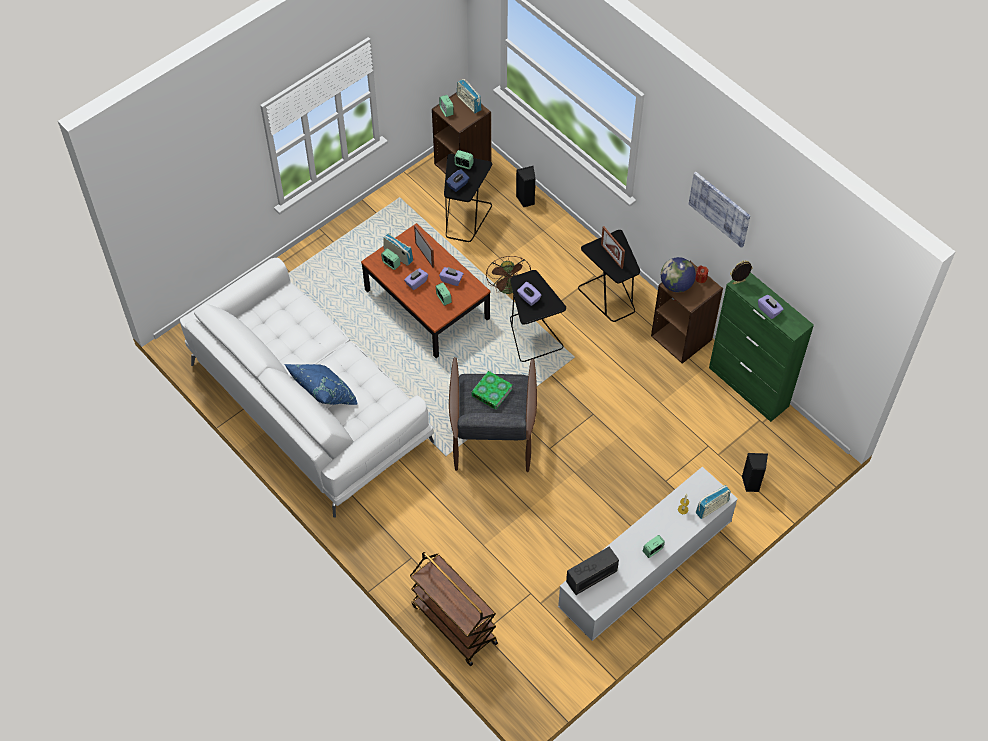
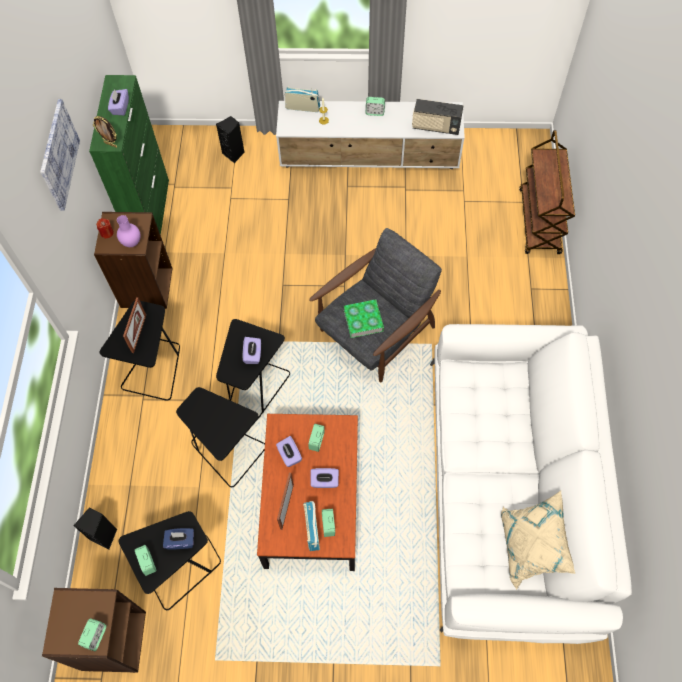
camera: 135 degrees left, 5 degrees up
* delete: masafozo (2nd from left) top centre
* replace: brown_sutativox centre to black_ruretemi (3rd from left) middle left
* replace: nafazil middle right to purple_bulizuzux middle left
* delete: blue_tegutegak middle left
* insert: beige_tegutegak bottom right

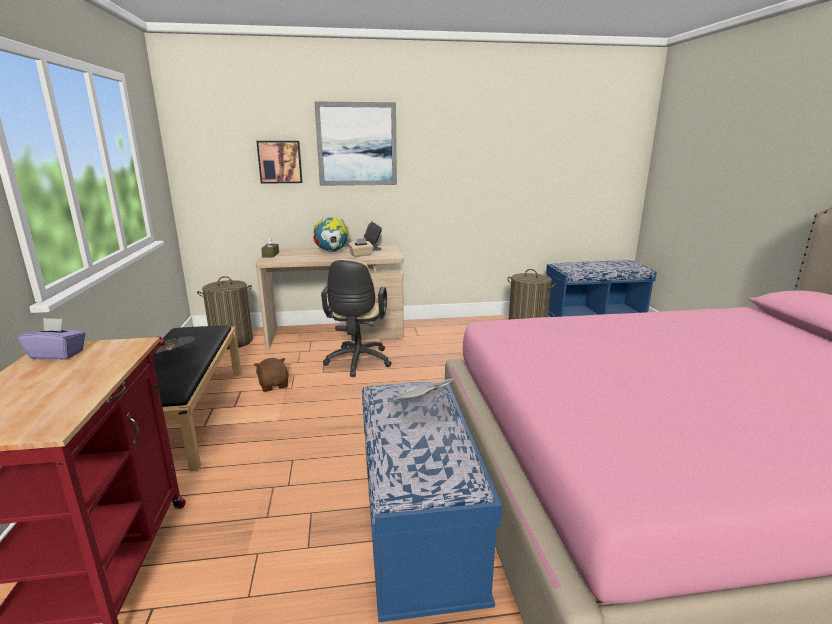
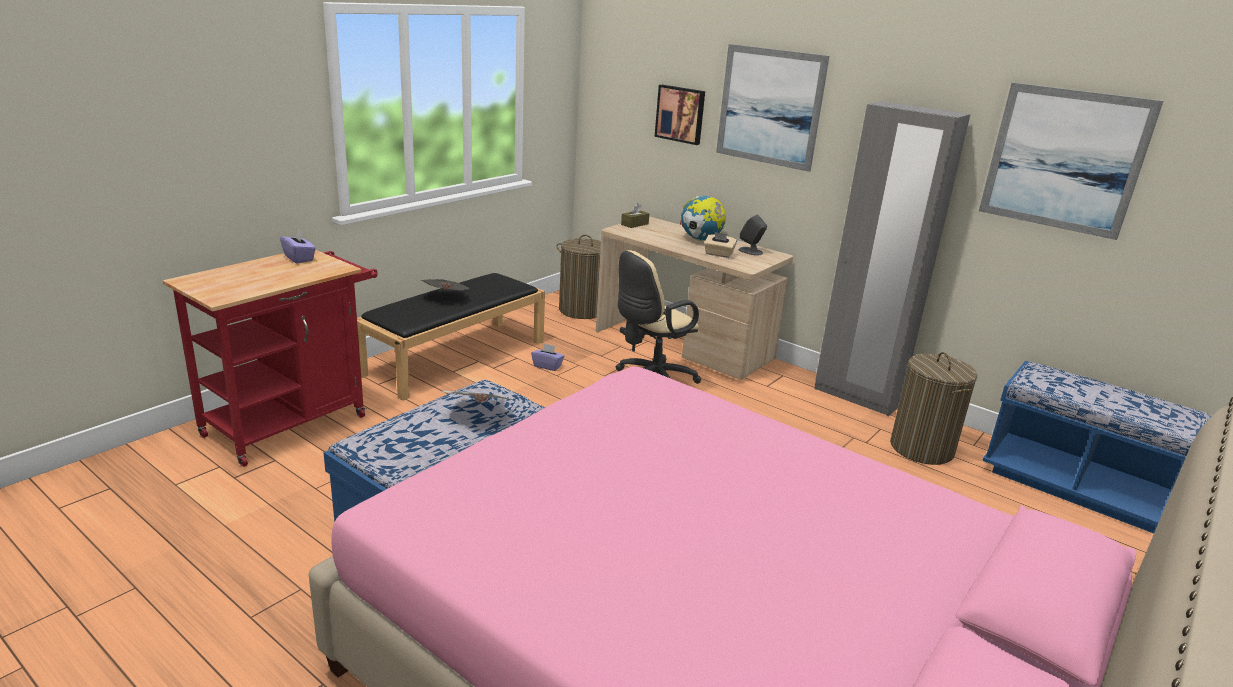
camera: 45 degrees right, 5 degrees up
* replace: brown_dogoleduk middle left to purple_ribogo (2nd from left) centre
* insert: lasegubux (3rd from left) top right
* insert: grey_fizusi middle right

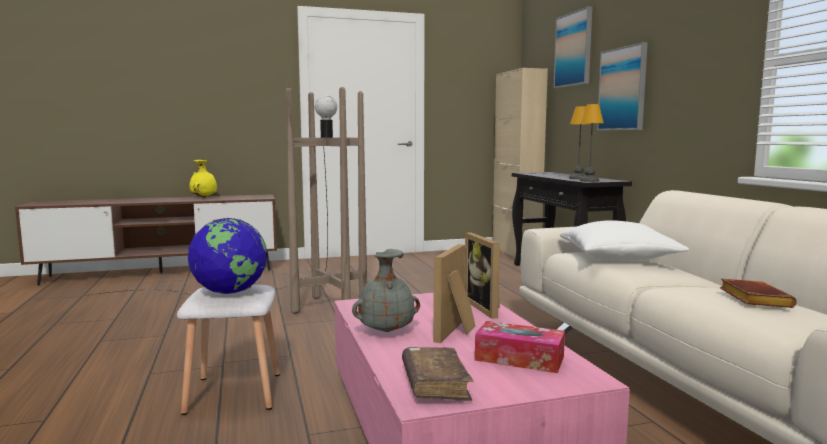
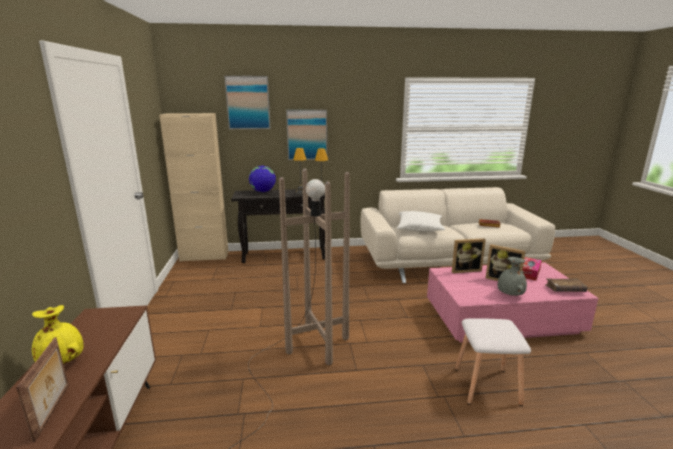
camera: 80 degrees left, 10 degrees up
* move: nafazil middle left to centre
* insert: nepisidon (1st from left) bottom left

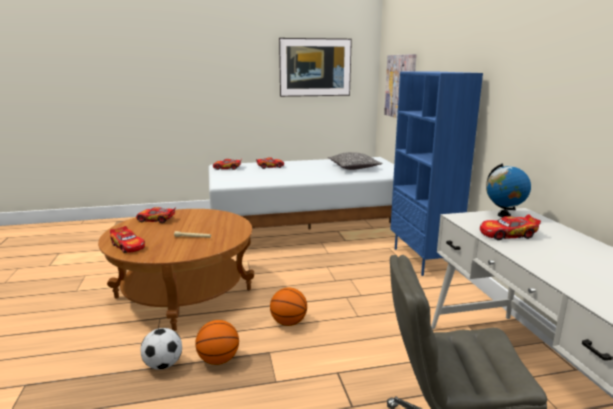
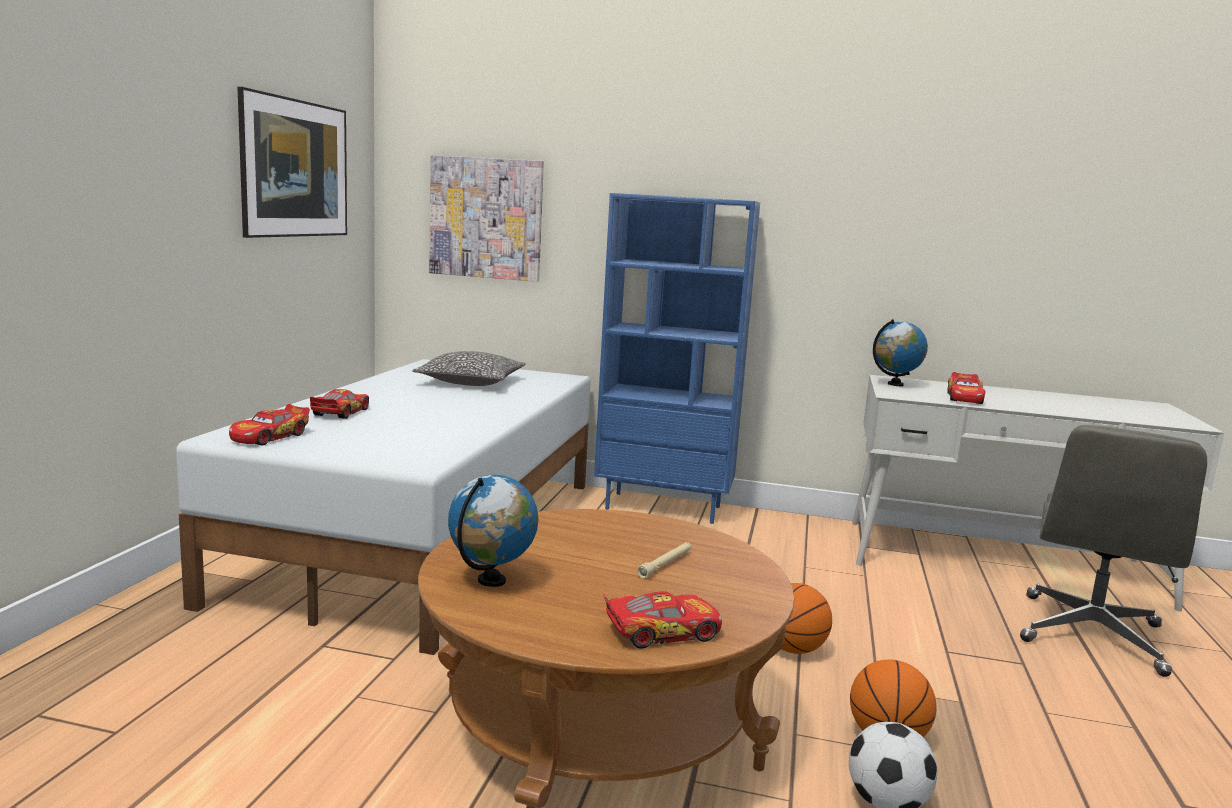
camera: 65 degrees left, 5 degrees down
* replace: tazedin (2nd from left) middle left to nafazil (1st from left) centre

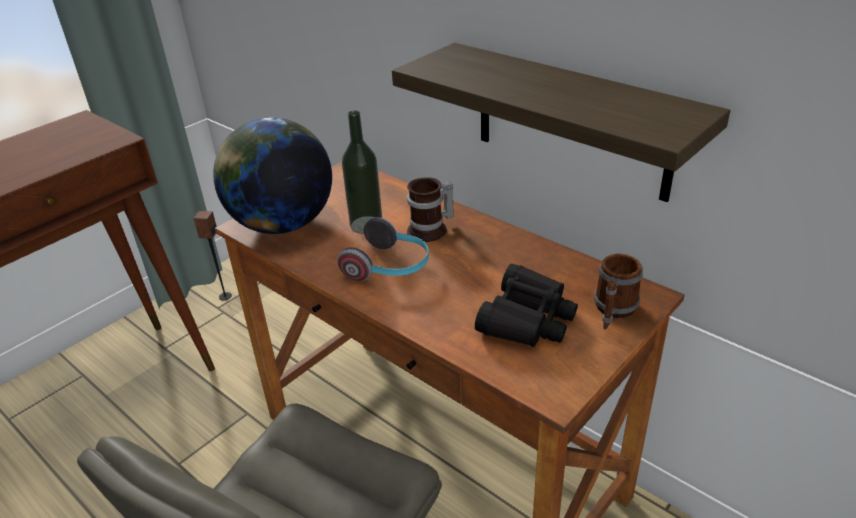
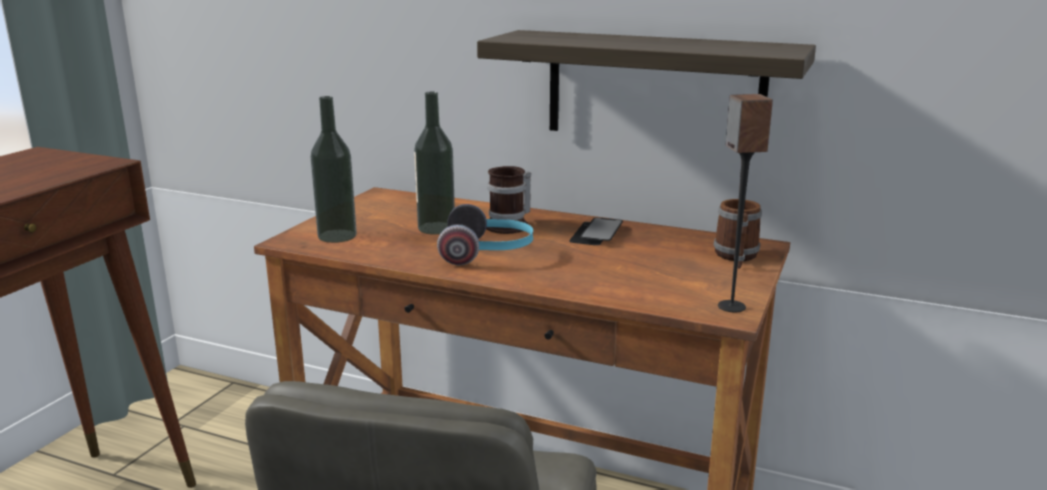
camera: 20 degrees left, 15 degrees down
* replace: nafazil middle left to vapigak (1st from left) middle left
* move: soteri middle left to middle right
* delete: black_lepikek centre
* insert: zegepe centre

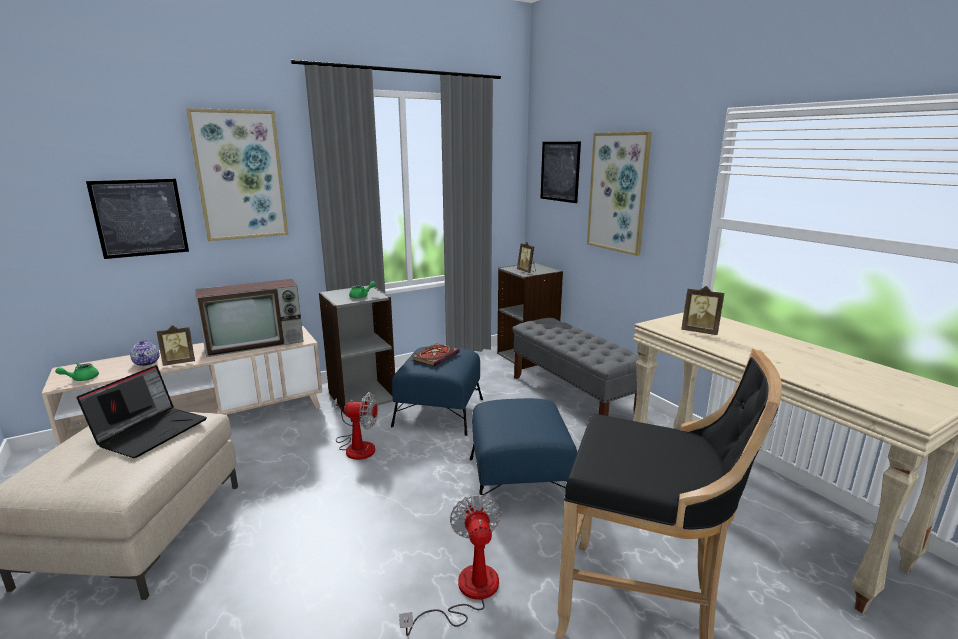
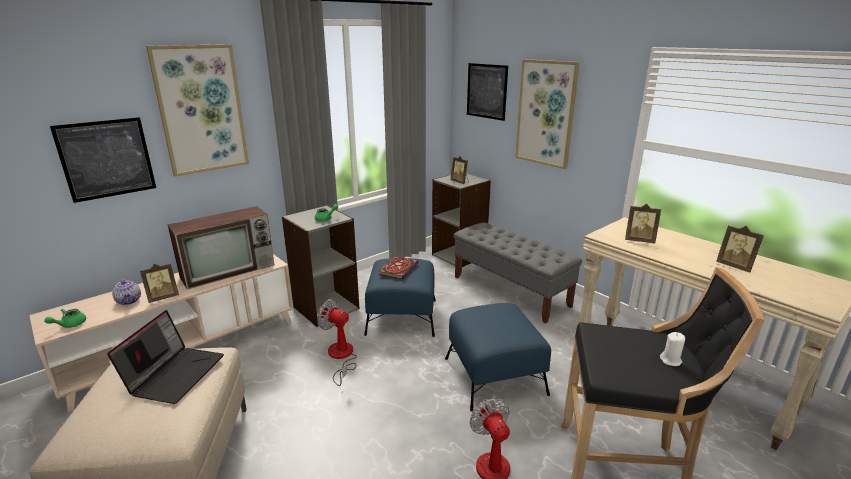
camera: 10 degrees left, 5 degrees up
* rotate: sutativox (1st from left) bottom centre = bottom centre 150 degrees counterclockwise
* insert: nepisidon (4th from left) middle right
* insert: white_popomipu bottom right

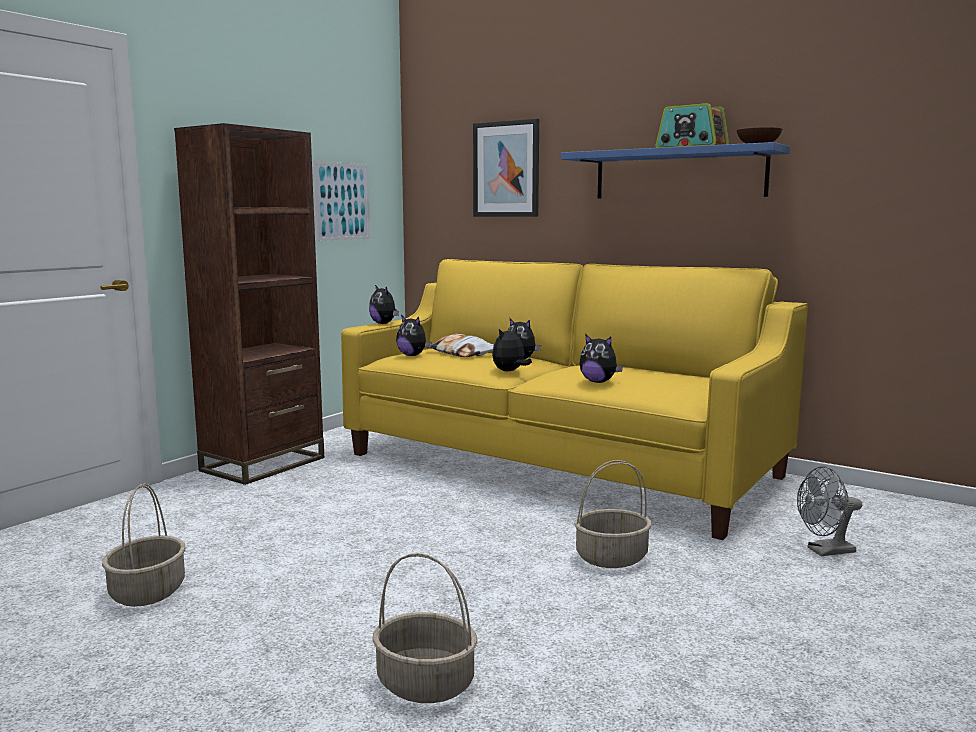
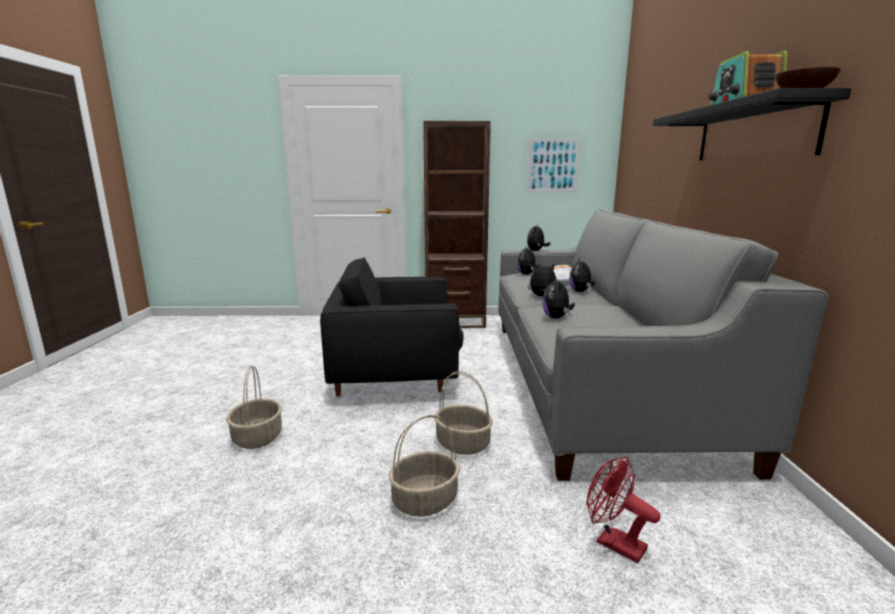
camera: 55 degrees right, 5 degrees up
* delete: lasegubux (2nd from left) top centre
* recolor: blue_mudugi top right to black_mudugi top right
* recolor: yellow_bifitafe centre to grey_bifitafe middle right
* recolor: grey_sutativox bottom right to red_sutativox bottom right
* move: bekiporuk (1st from left in the first image) bottom left to bekiporuk (2nd from left) bottom centre
* insert: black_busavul centre

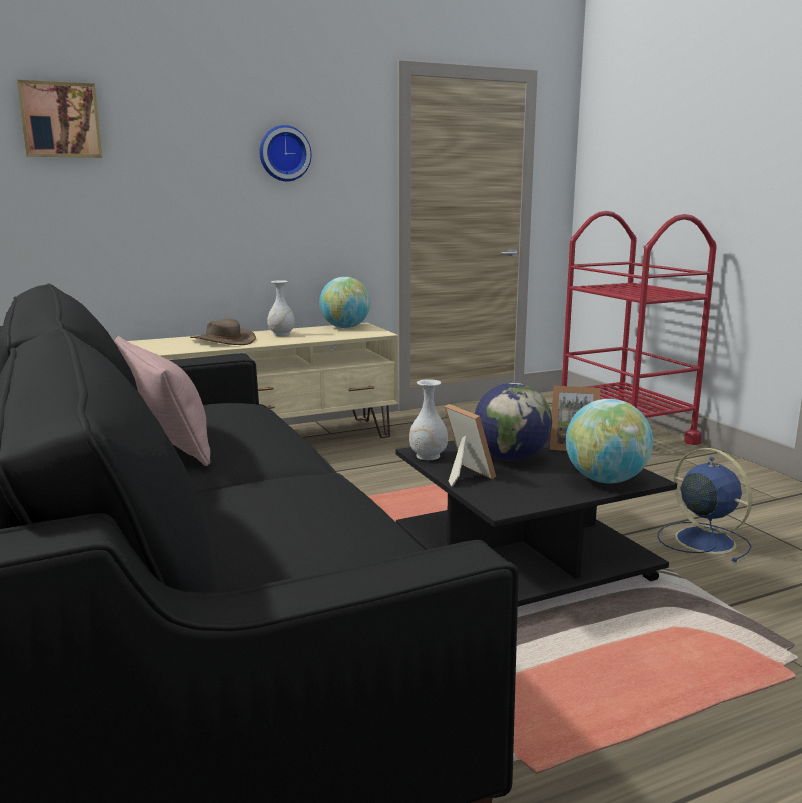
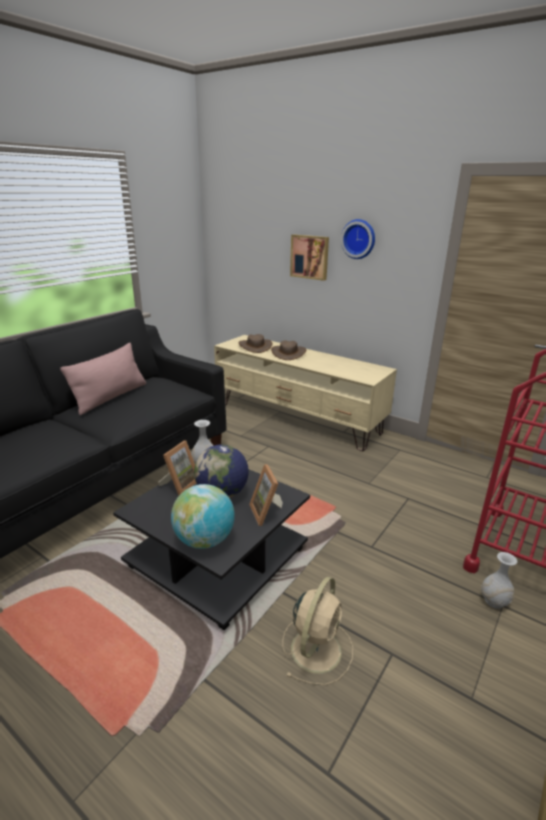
camera: 60 degrees right, 10 degrees up
* move: lasegubux top left to top centre
* delete: nafazil (1st from left) centre
* move: white_bulizuzux (1st from left in the first image) centre to white_bulizuzux (2nd from left) bottom right
* recolor: blue_sutativox middle right to beige_sutativox bottom centre
* insert: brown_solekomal (1st from left) centre

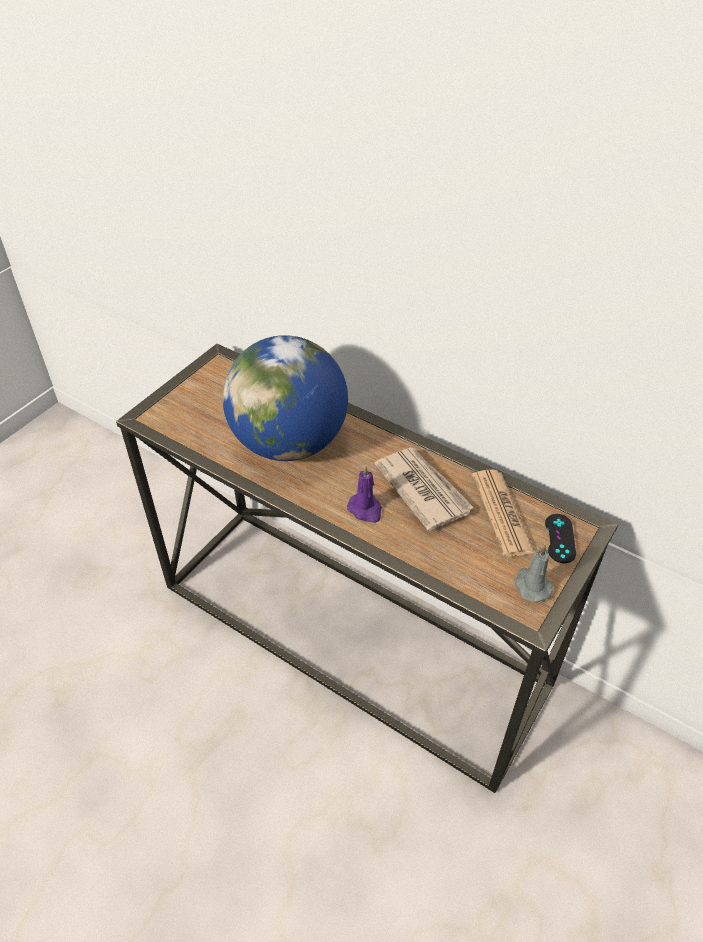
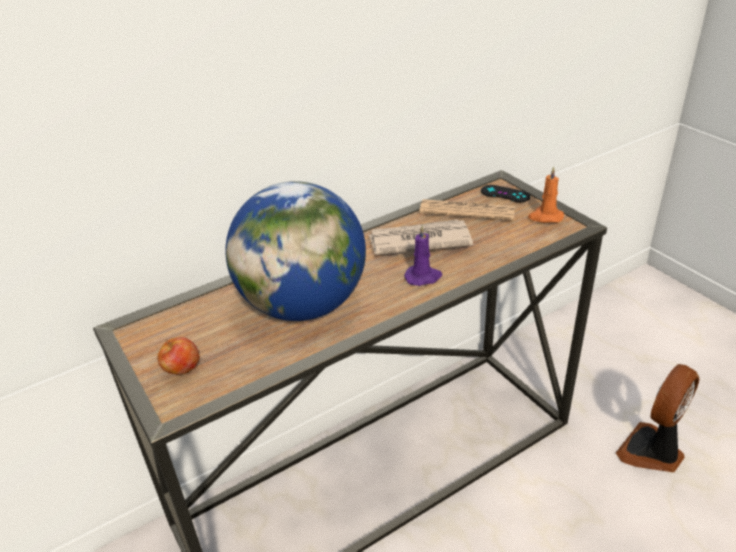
camera: 65 degrees left, 10 degrees down
* recolor: grey_popomipu middle right to orange_popomipu middle right
* insert: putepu middle left
* insert: sutativox bottom right

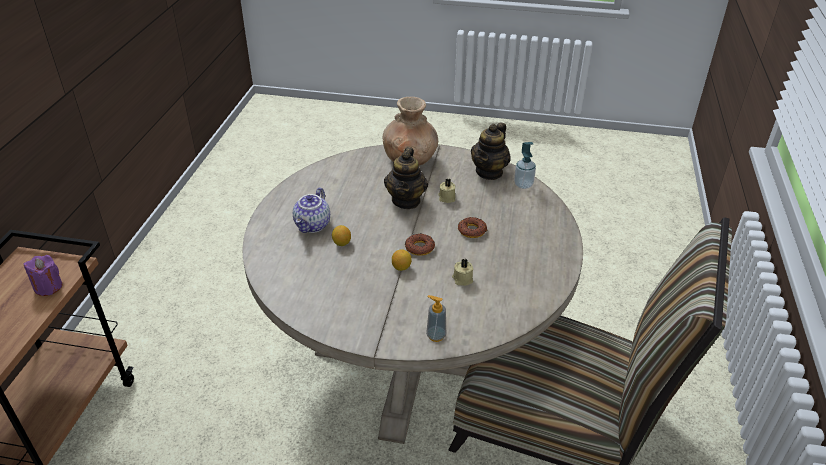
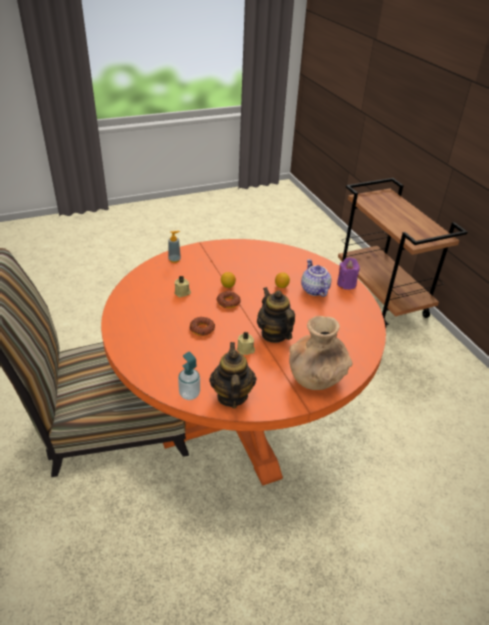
camera: 145 degrees right, 0 degrees up
* recolor: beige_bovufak centre to orange_bovufak centre
* move: purple_popomipu middle left to middle right

